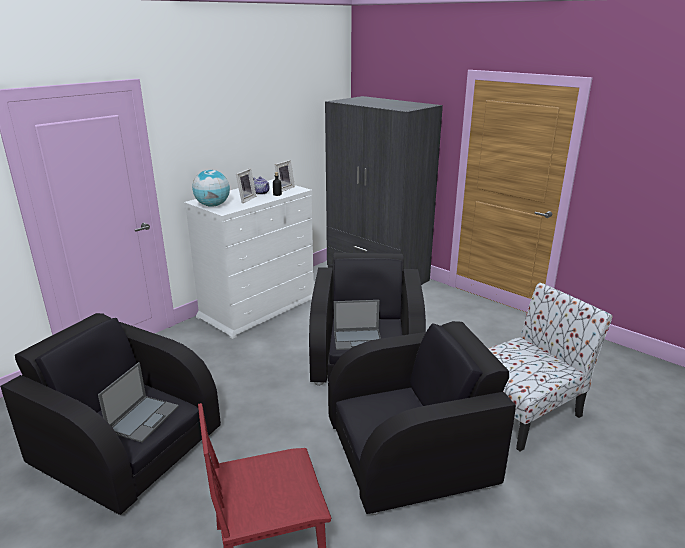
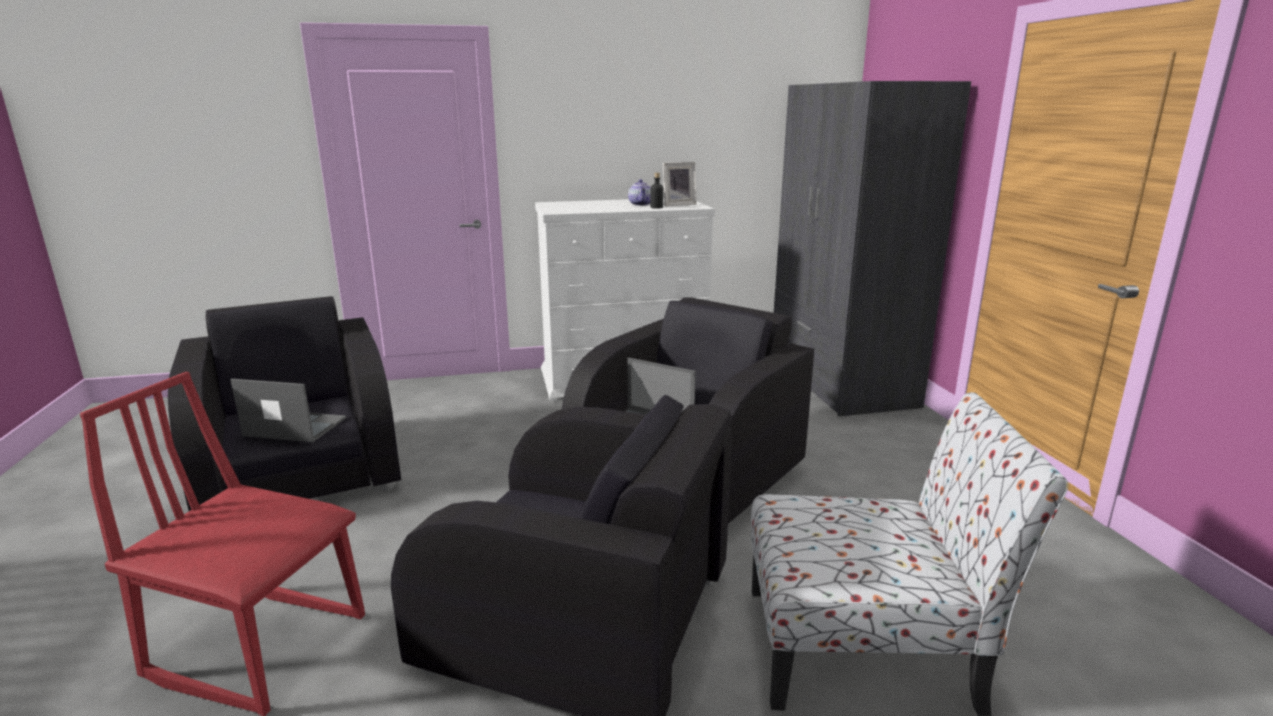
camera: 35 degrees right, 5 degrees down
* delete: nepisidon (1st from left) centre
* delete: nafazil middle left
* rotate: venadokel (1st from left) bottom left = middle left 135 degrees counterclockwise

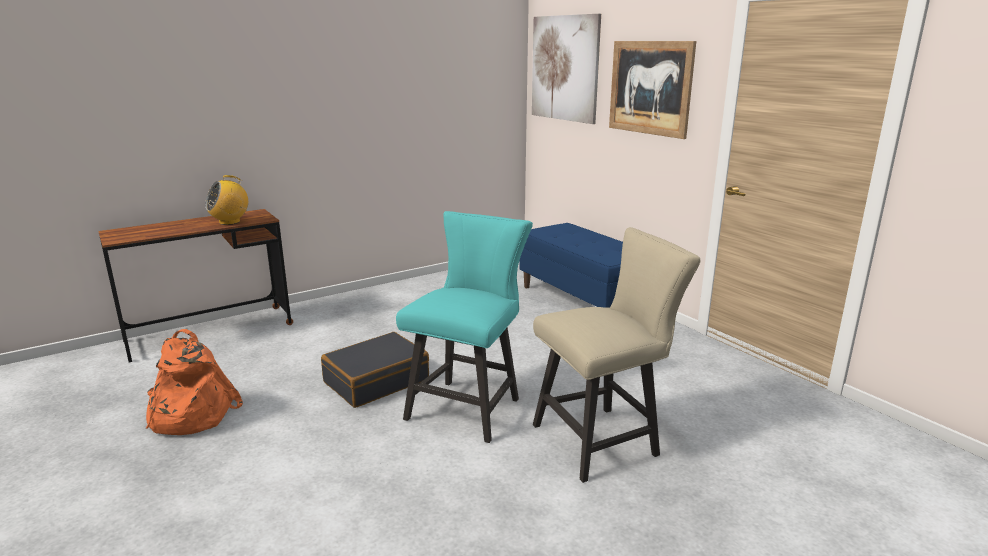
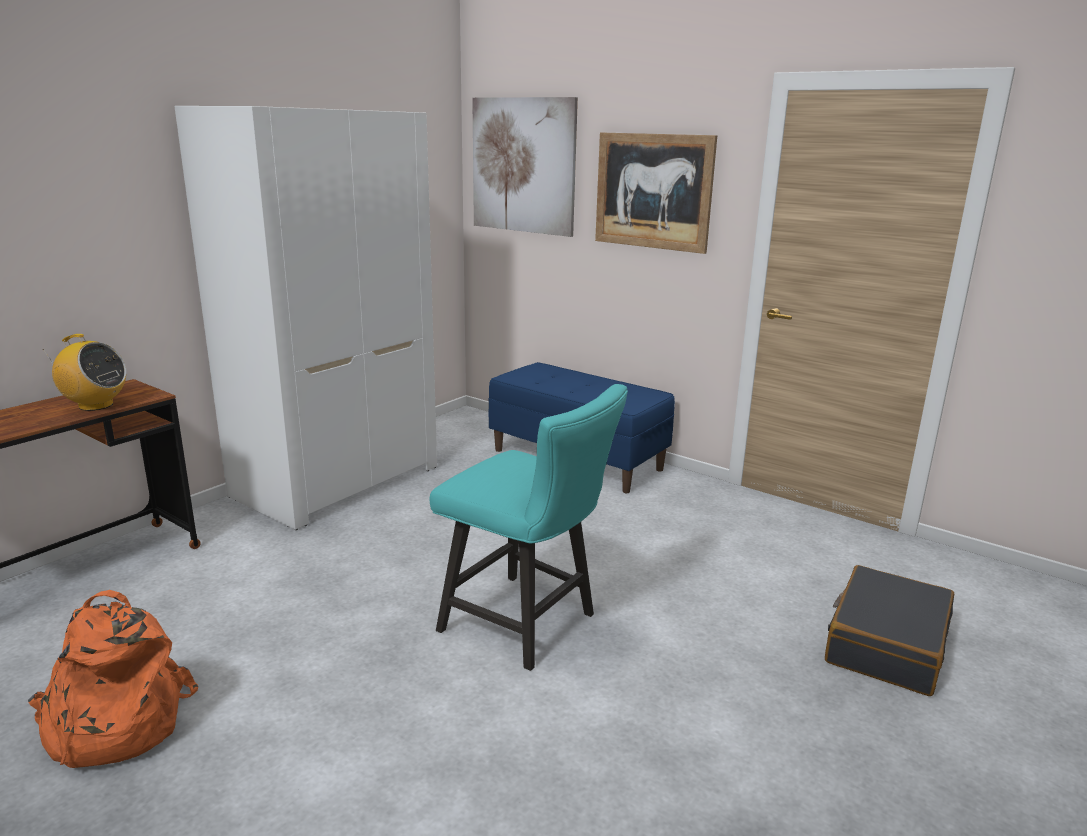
camera: 20 degrees left, 0 degrees up
* rotate: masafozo middle left = middle left 105 degrees counterclockwise
* rotate: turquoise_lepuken centre = centre 120 degrees clockwise
* delete: beige_lepuken centre
* move: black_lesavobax centre to bottom right
* insert: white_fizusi middle left

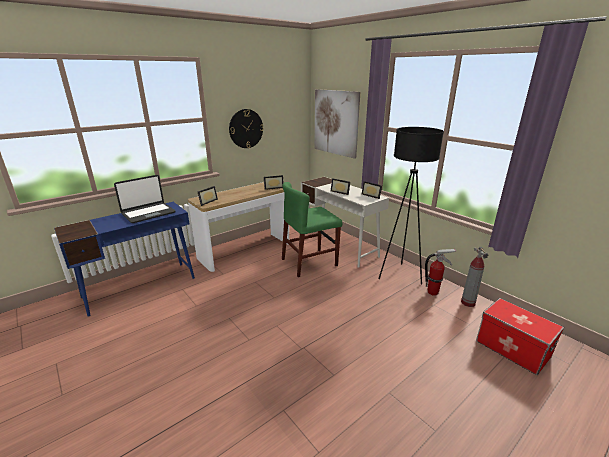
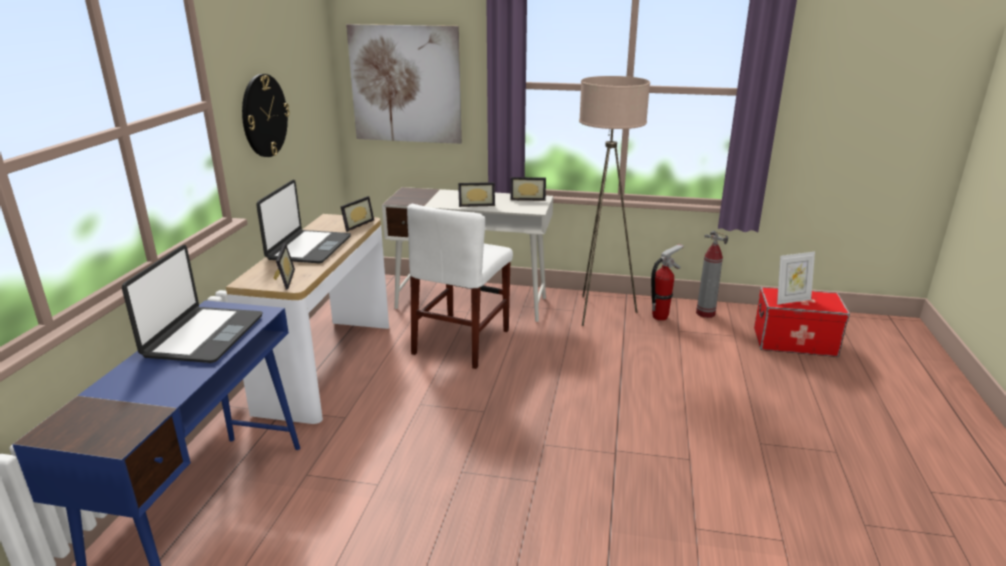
camera: 40 degrees left, 0 degrees up
* recolor: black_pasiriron middle right to beige_pasiriron centre
* recolor: green_lepuken centre to white_lepuken centre
* insert: venadokel (2nd from left) middle left
* insert: nepisidon (5th from left) middle right

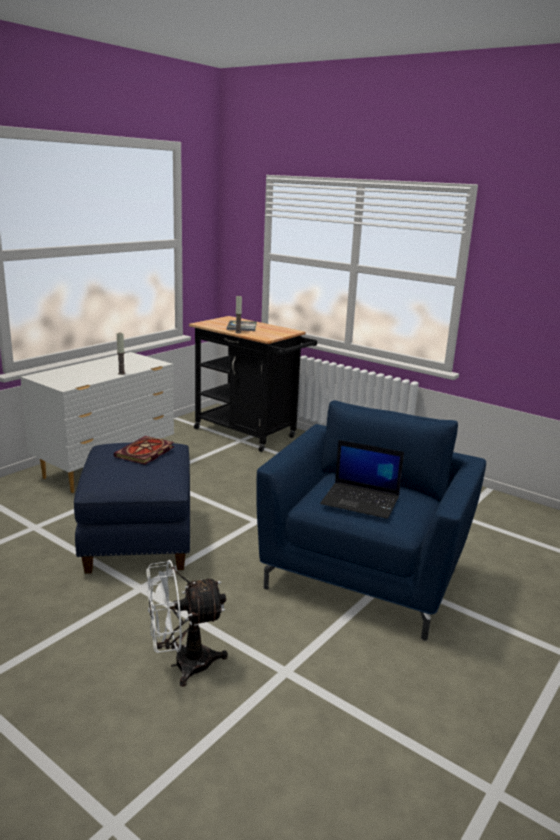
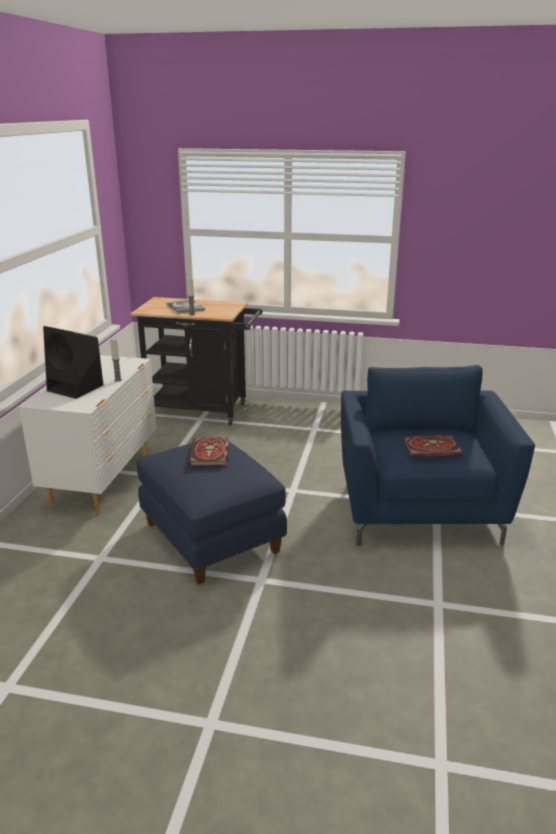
camera: 25 degrees left, 5 degrees up
* replace: venadokel centre to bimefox (3rd from left) middle right
* delete: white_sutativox bottom centre
* insert: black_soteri middle left

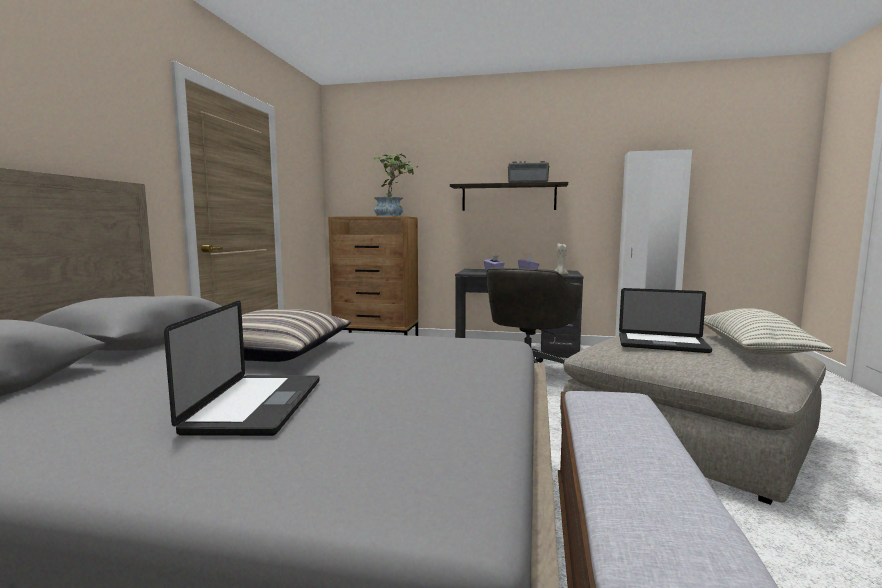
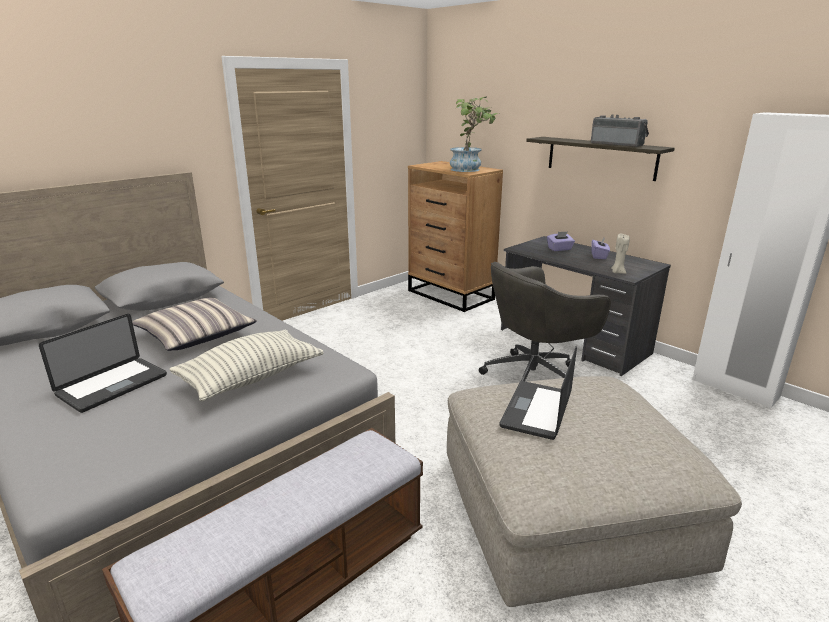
camera: 35 degrees right, 15 degrees up
* rotate: venadokel (2nd from left) middle right = centre 60 degrees clockwise
* move: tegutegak (2nd from left) middle right to middle left

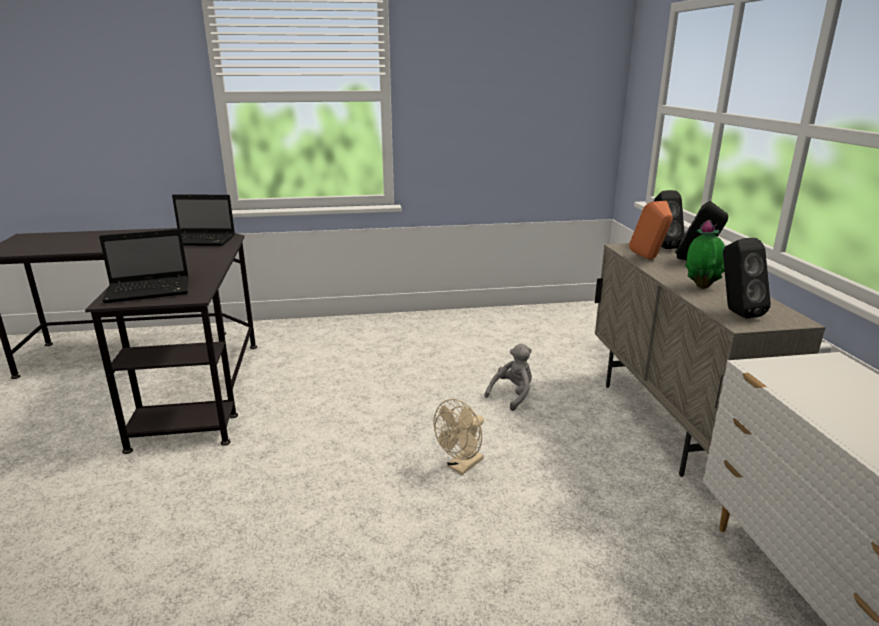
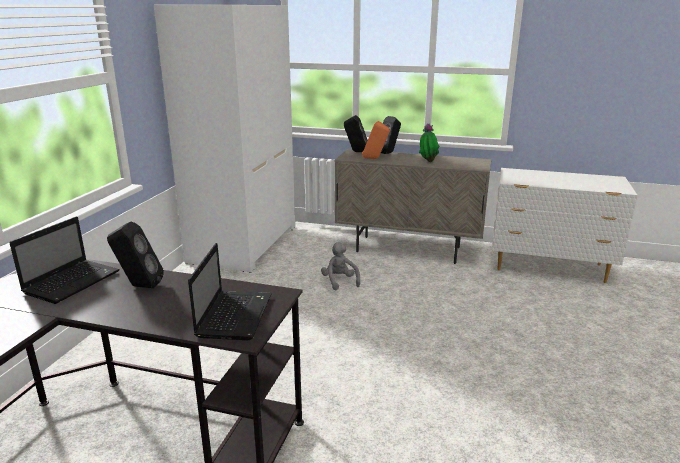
camera: 65 degrees left, 0 degrees up
* move: black_soteri (3rd from left in the first image) middle right to black_soteri (1st from left) middle left
* delete: beige_sutativox bottom centre
* insert: white_fizusi top left

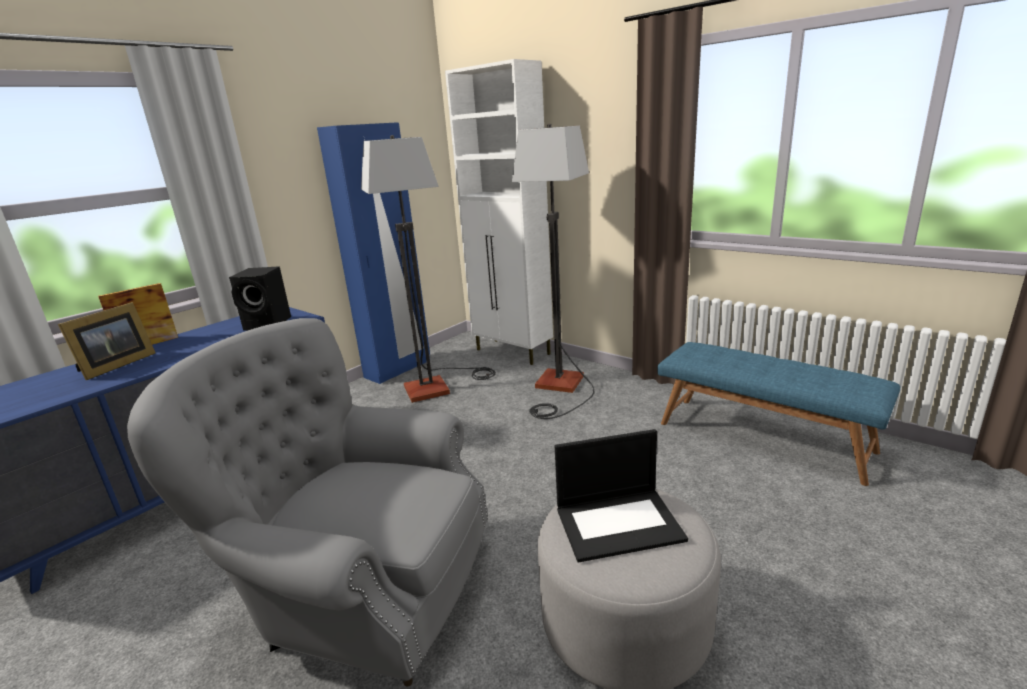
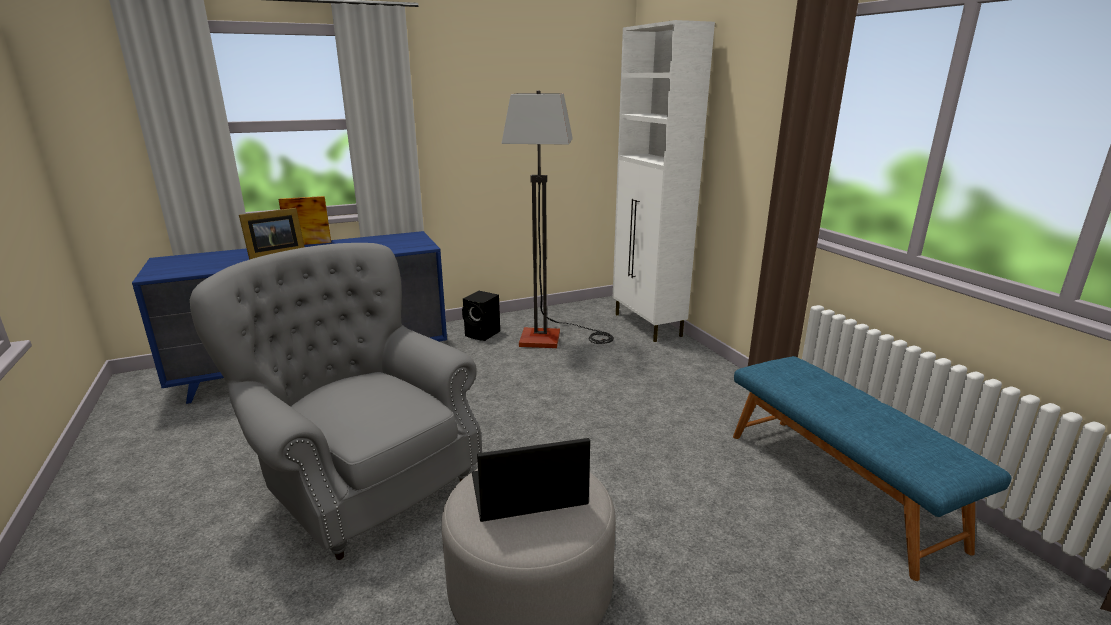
camera: 25 degrees right, 0 degrees up
* delete: blue_fizusi centre
* delete: pasiriron (2nd from left) centre
* move: black_soteri middle left to centre
* rotate: venadokel bottom centre = bottom centre 150 degrees clockwise

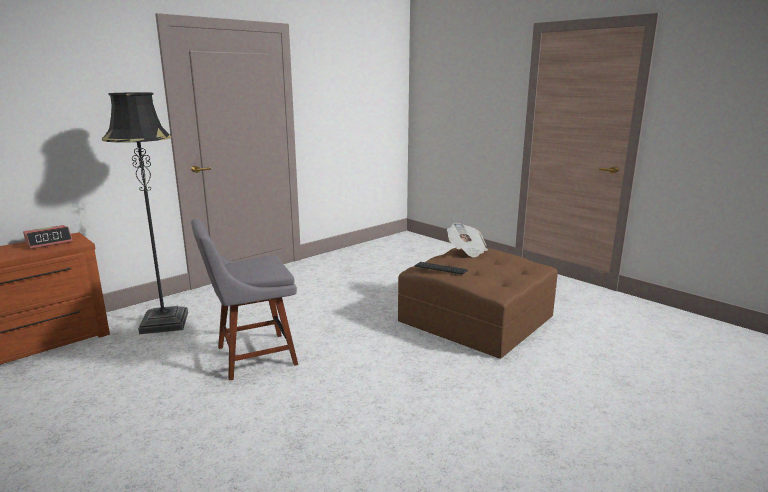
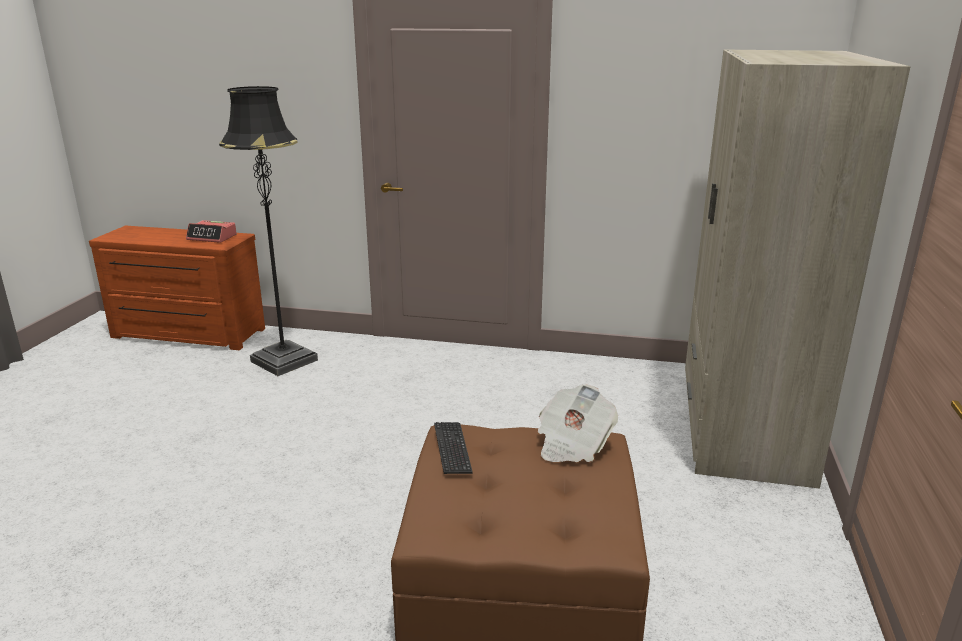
camera: 55 degrees right, 5 degrees up
* delete: grey_lepuken middle left
* insert: beige_fizusi middle right

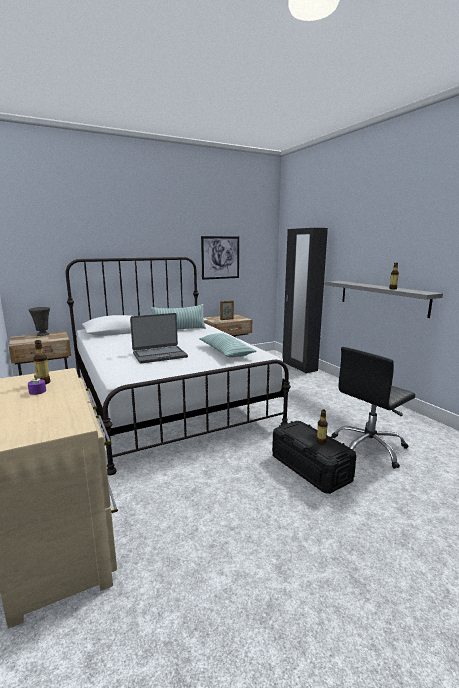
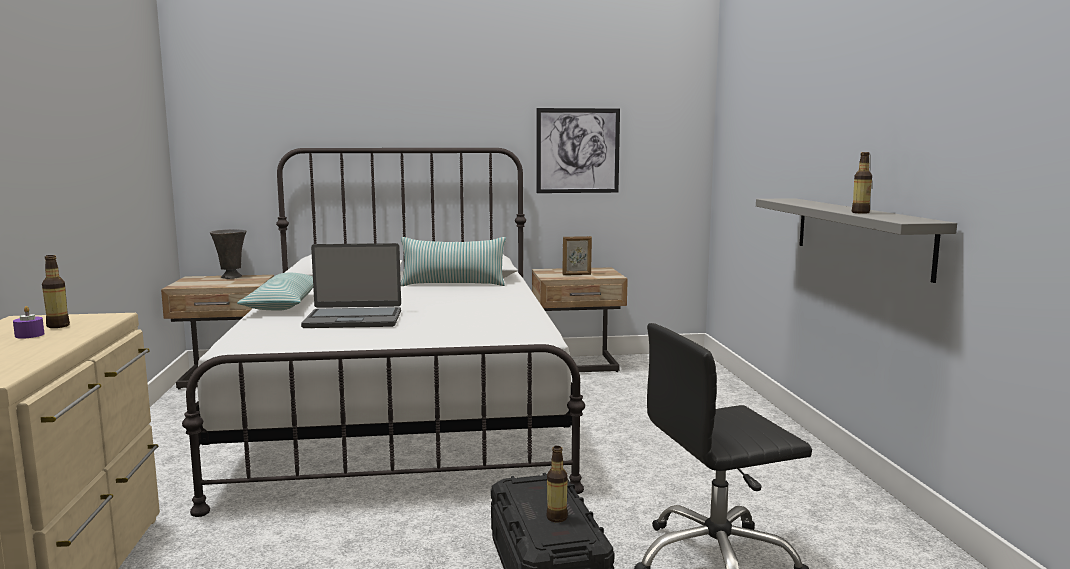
camera: 20 degrees right, 5 degrees down
* delete: black_fizusi centre
* move: tegutegak (2nd from left in the first image) centre to tegutegak (1st from left) middle left

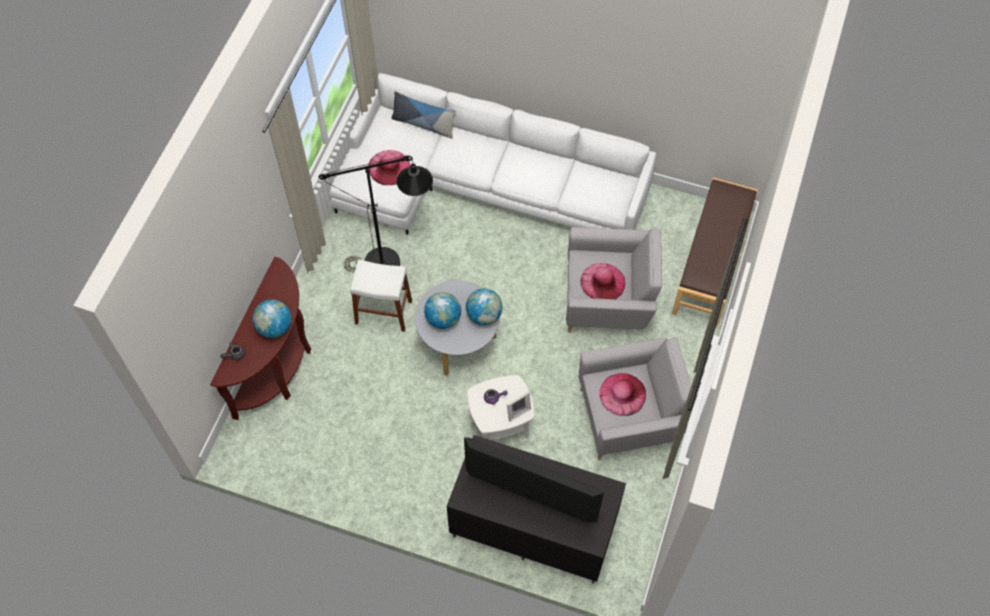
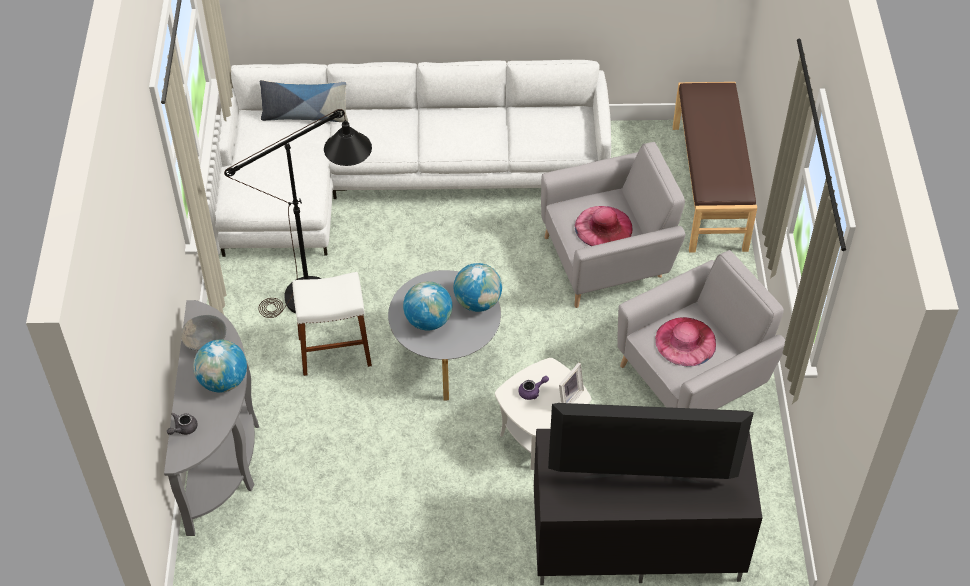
camera: 20 degrees left, 10 degrees down
* delete: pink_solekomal (1st from left) top centre
* recolor: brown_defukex middle left to grey_defukex bottom left
* insert: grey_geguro middle left

